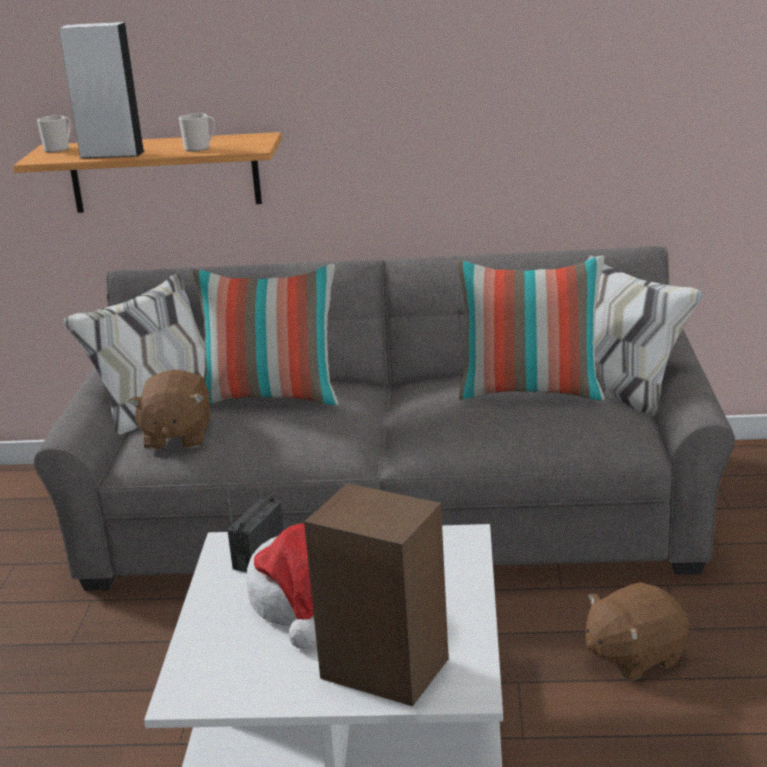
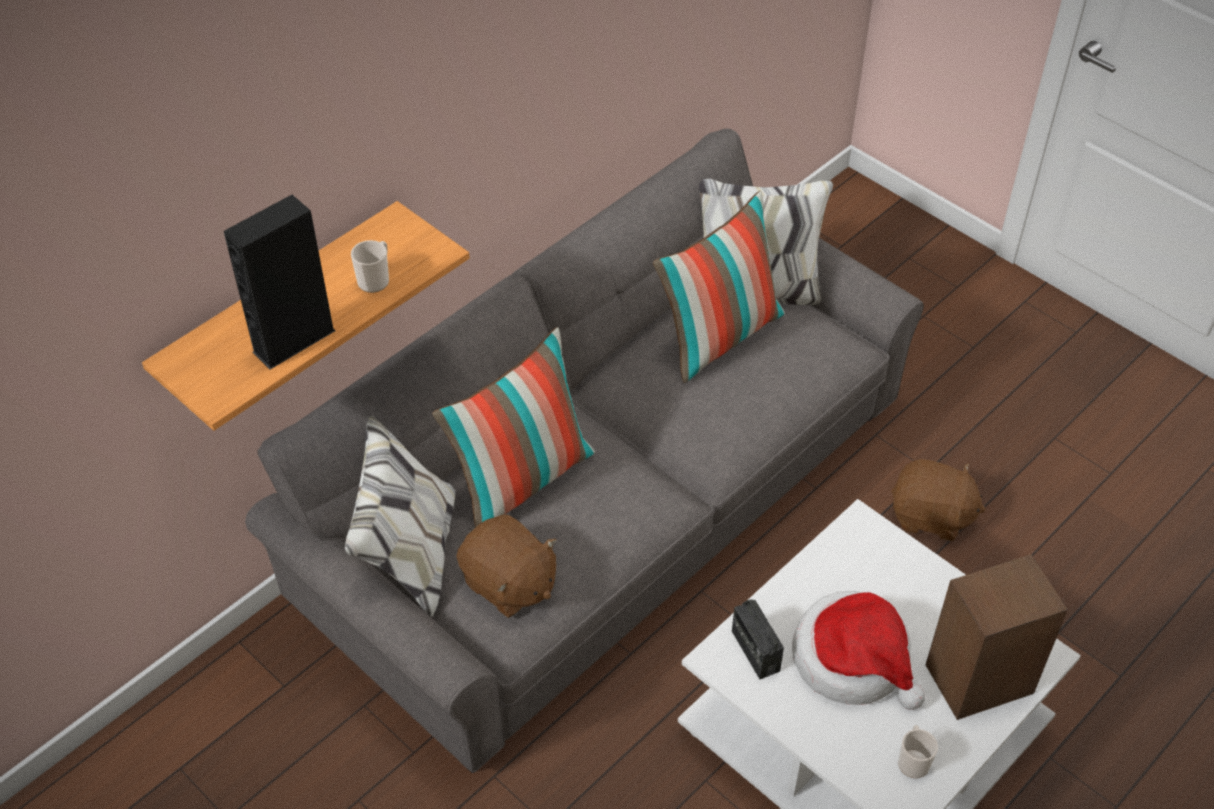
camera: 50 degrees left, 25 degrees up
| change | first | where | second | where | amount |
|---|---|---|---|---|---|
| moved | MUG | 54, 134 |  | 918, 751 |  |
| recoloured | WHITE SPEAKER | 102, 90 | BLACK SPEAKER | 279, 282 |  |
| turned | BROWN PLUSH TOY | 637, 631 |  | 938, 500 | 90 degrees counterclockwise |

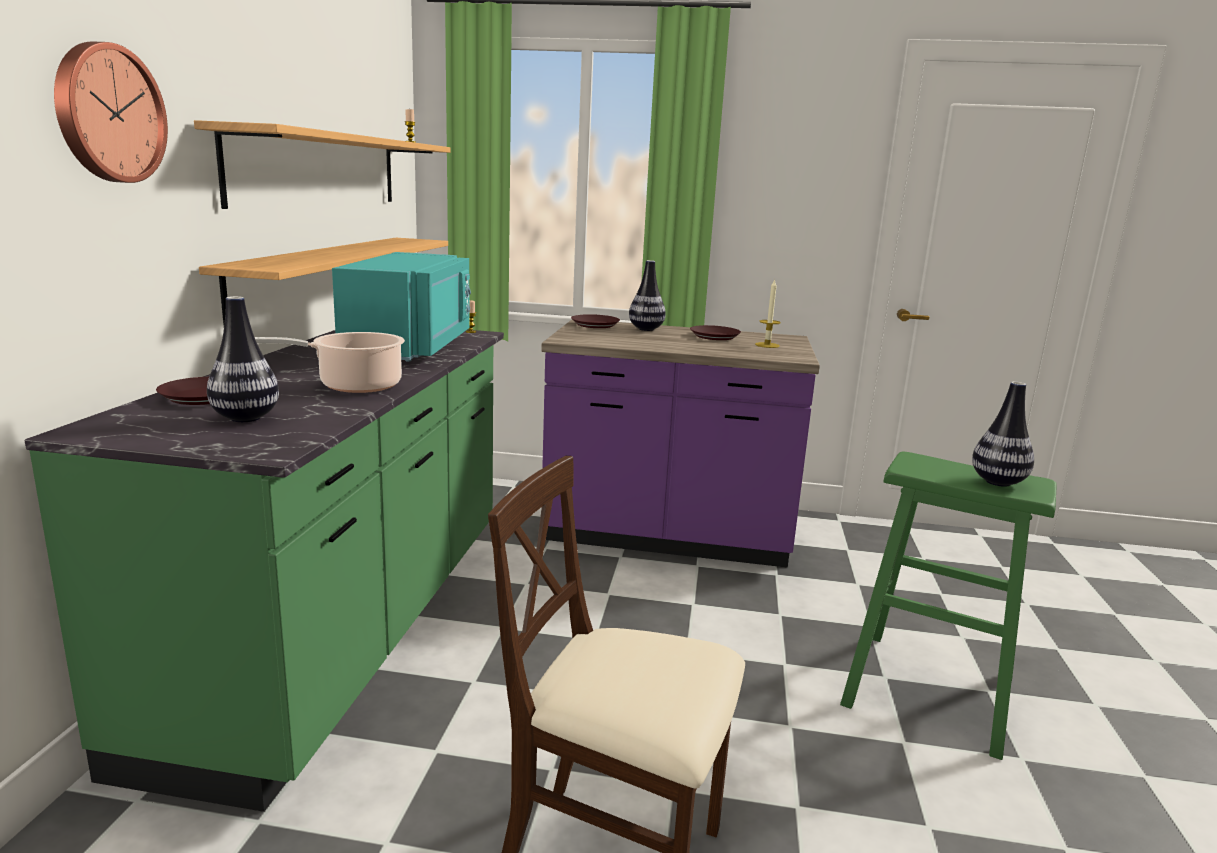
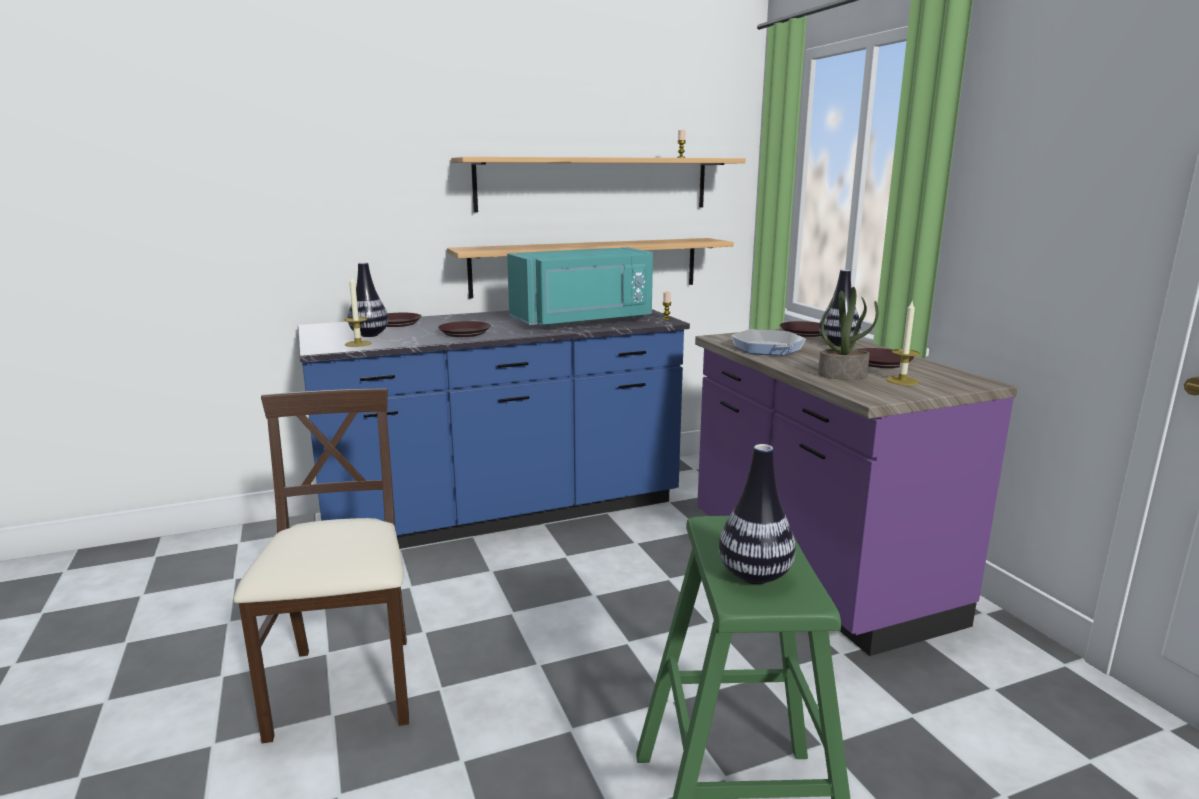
camera: 60 degrees right, 0 degrees up
| change | first | where | second | where | amount |
|---|---|---|---|---|---|
| removed | WALL CLOCK | 111, 112 |  |  |  |
| added |  |  | CANDLE | 358, 311 |  |
| added |  |  | FRYING PAN | 768, 342 |  |
| added |  |  | POTTED PLANT | 848, 333 |  |
| replaced | COOKING POT | 330, 362 | BROWN PLATE | 464, 329 |  |
| recoloured | GREEN COUNTER | 264, 571 | BLUE COUNTER | 494, 429 |  |

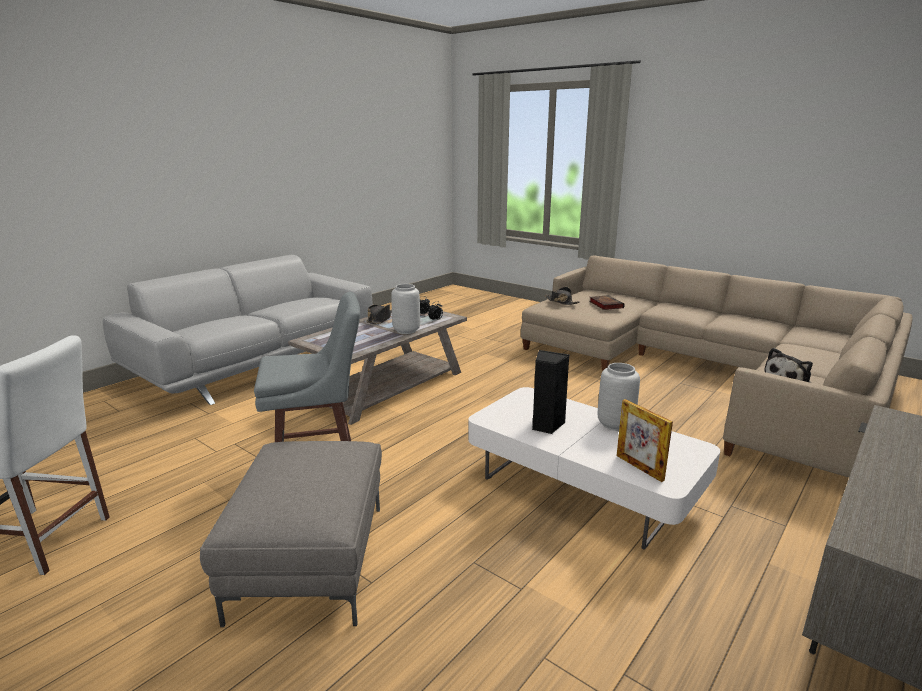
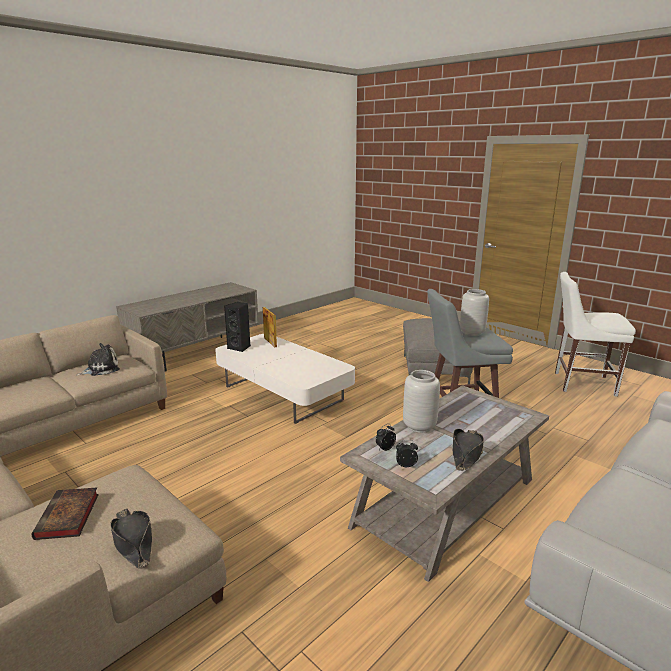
camera: 175 degrees left, 0 degrees up
| change | first | where | second | where | amount |
|---|---|---|---|---|---|
| moved | BLACK SPEAKER | 551, 392 |  | 237, 327 |  |
| moved | GREY VASE | 619, 397 |  | 474, 312 |  |

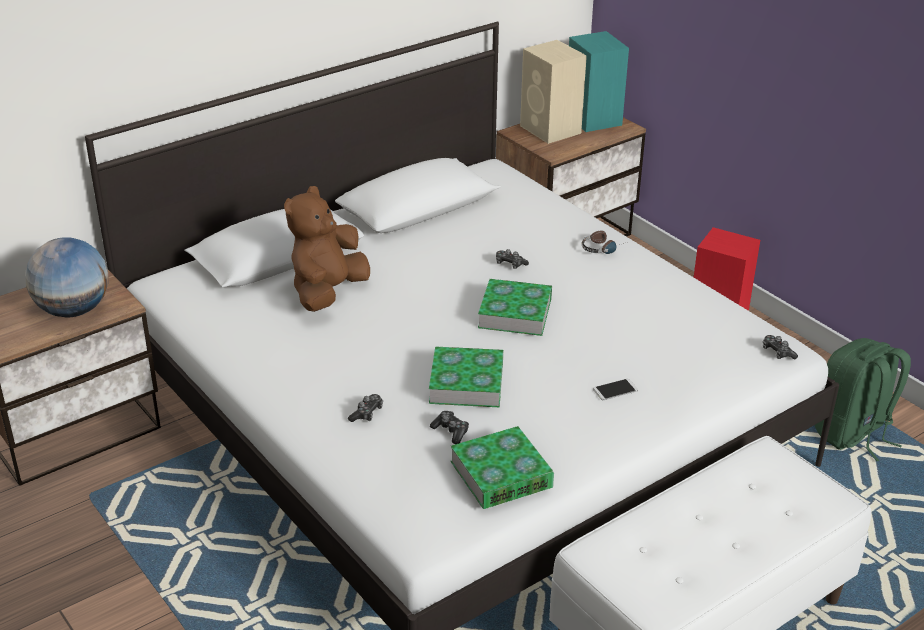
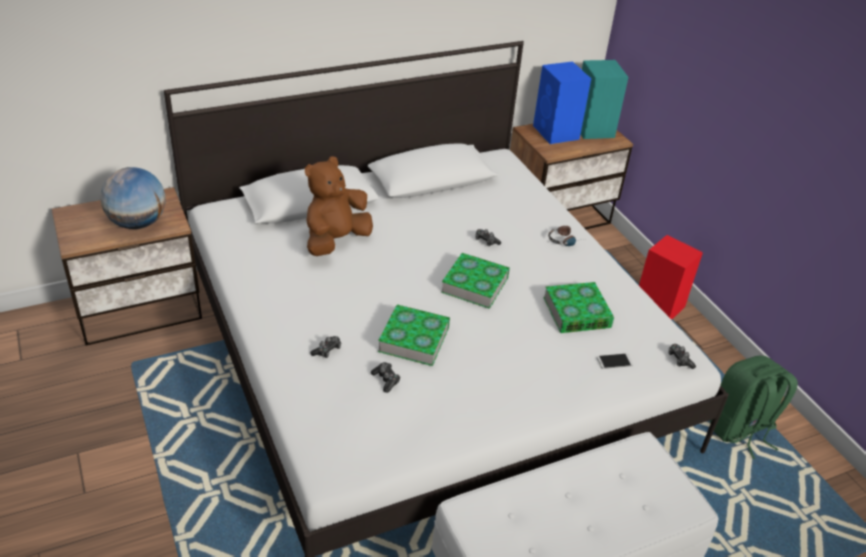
camera: 10 degrees right, 5 degrees up
| change | first | where | second | where | amount |
|---|---|---|---|---|---|
| moved | BOOK | 502, 467 |  | 578, 307 |  |
| moved | PHONE | 615, 389 |  | 615, 361 |  |
| recoloured | BEIGE SPEAKER | 553, 92 | BLUE SPEAKER | 562, 102 |  |

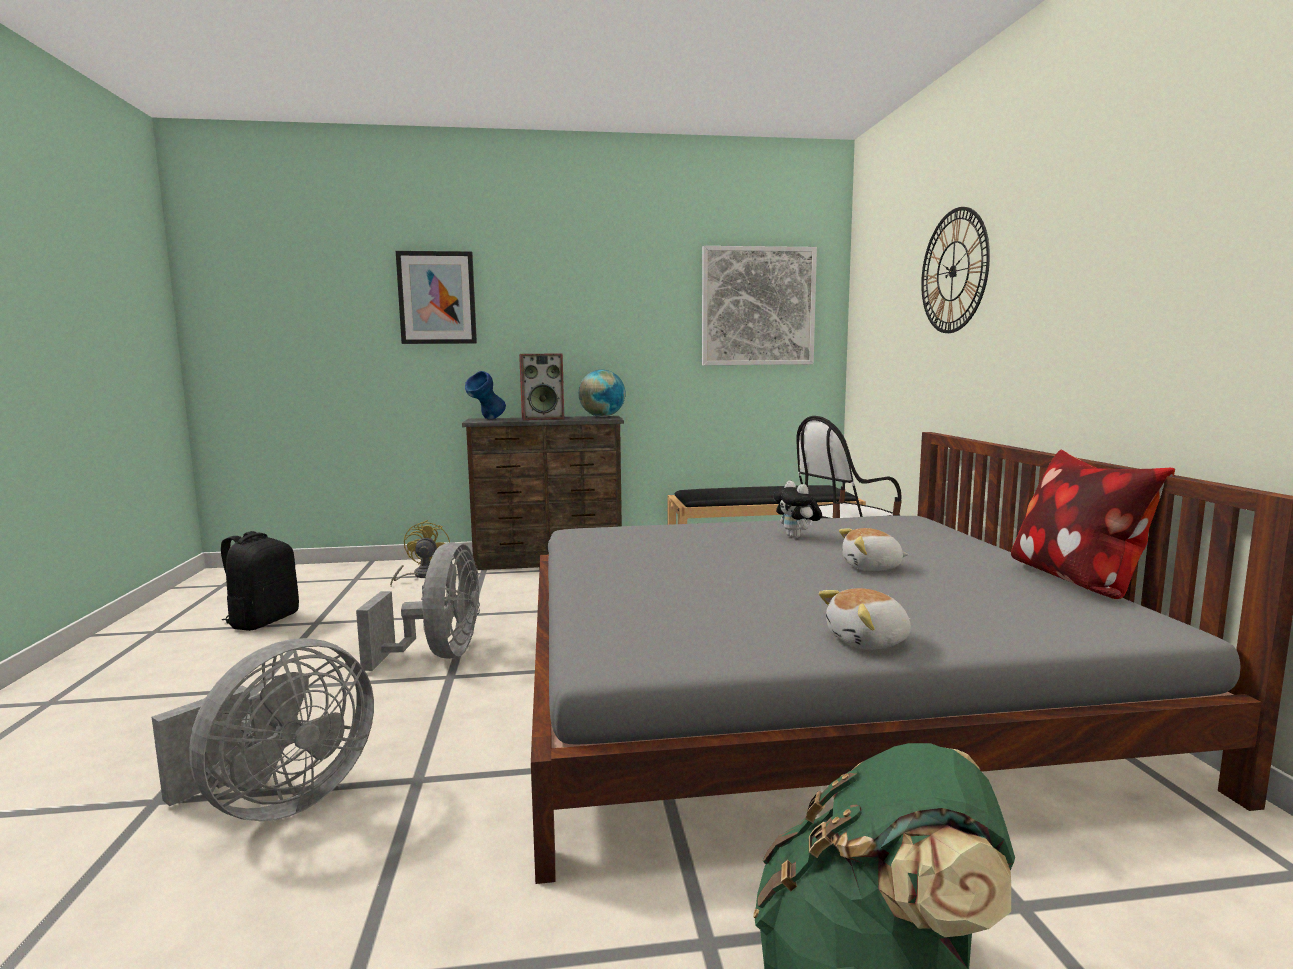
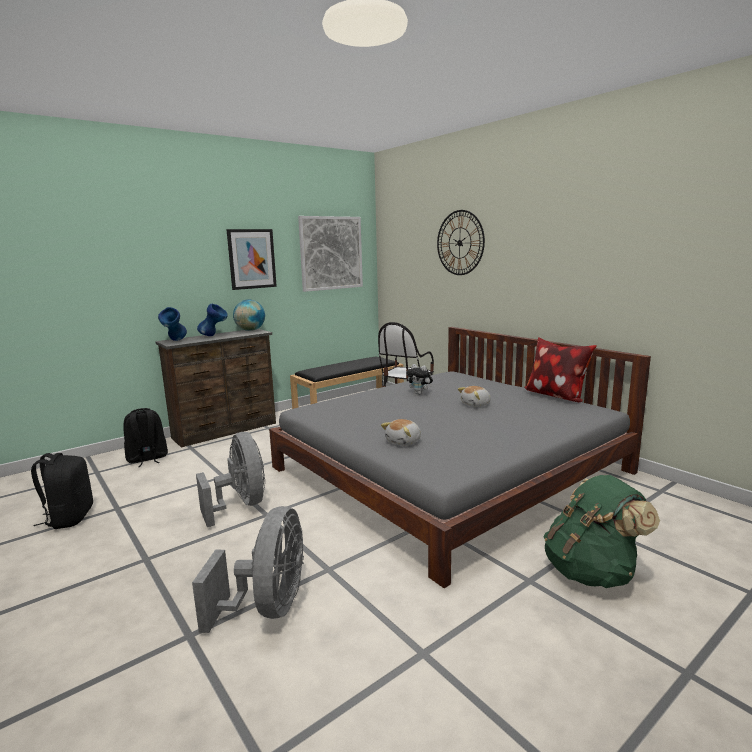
camera: 30 degrees left, 5 degrees up
| change | first | where | second | where | amount |
|---|---|---|---|---|---|
| moved | PICTURE | 436, 297 |  | 251, 259 |  |
| moved | PLUSH TOY | 865, 619 |  | 401, 432 |  |
| replaced | YELLOW FAN | 420, 552 | BLACK BACKPACK | 145, 437 |  |
| replaced | SPEAKER | 541, 387 | BLUE VASE | 212, 320 |  |

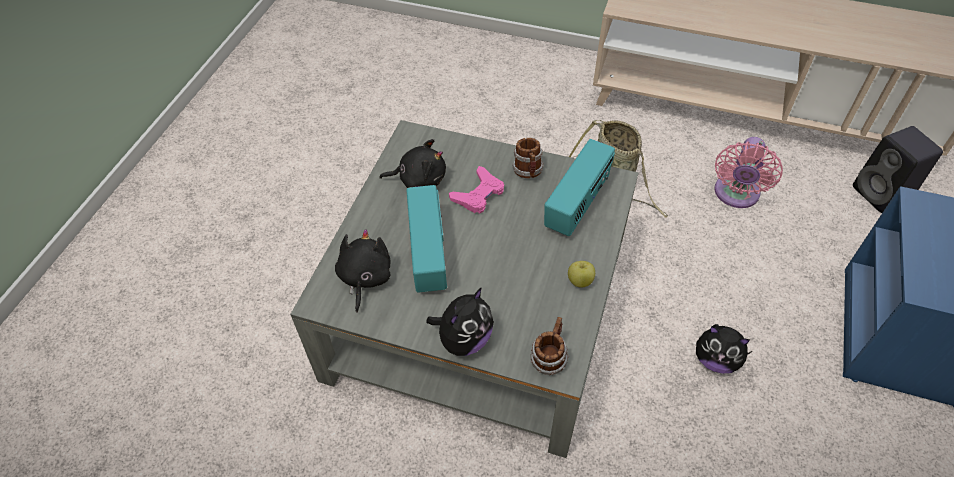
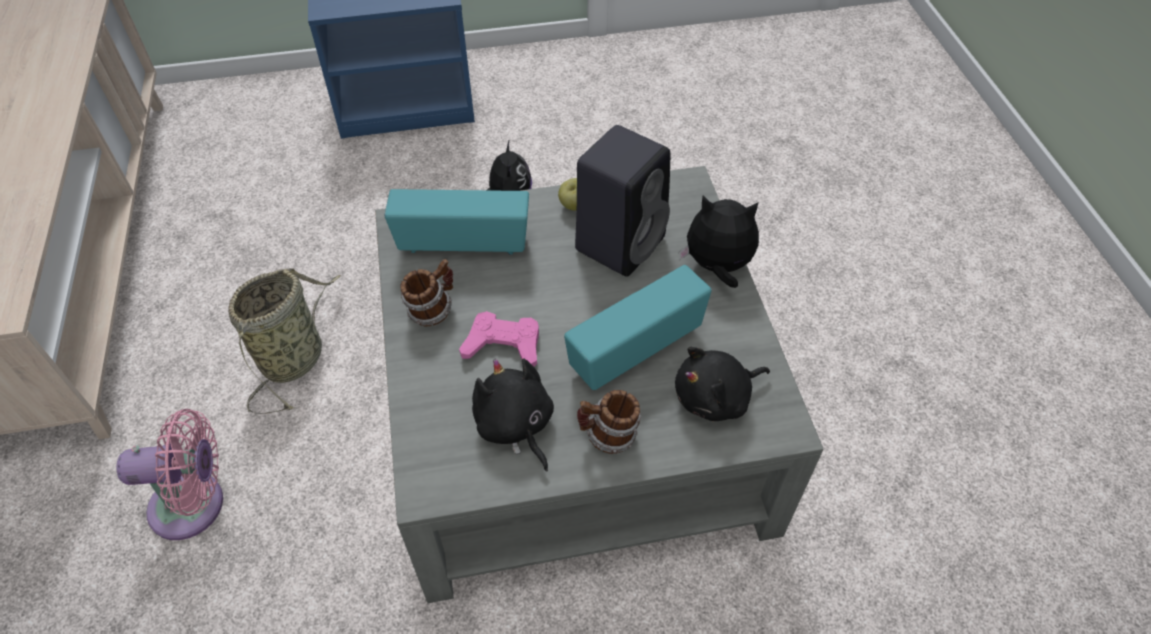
camera: 120 degrees left, 0 degrees up
| change | first | where | second | where | amount |
|---|---|---|---|---|---|
| moved | MUG | 550, 346 |  | 609, 422 |  |
| moved | PINK FAN | 748, 172 |  | 169, 474 |  |
| moved | BLACK SPEAKER | 898, 169 |  | 622, 201 |  |

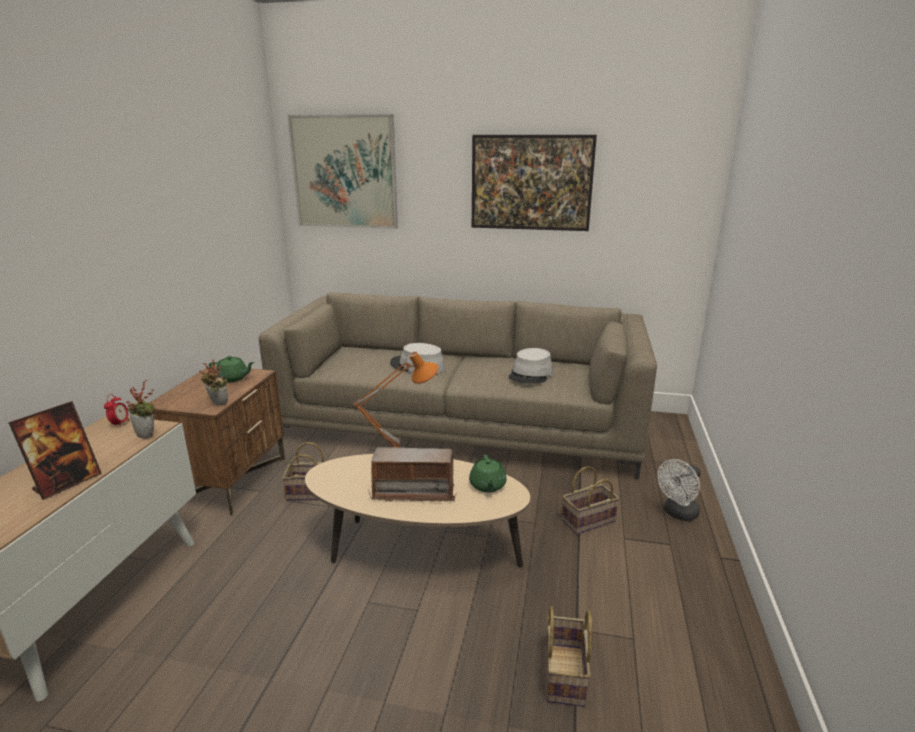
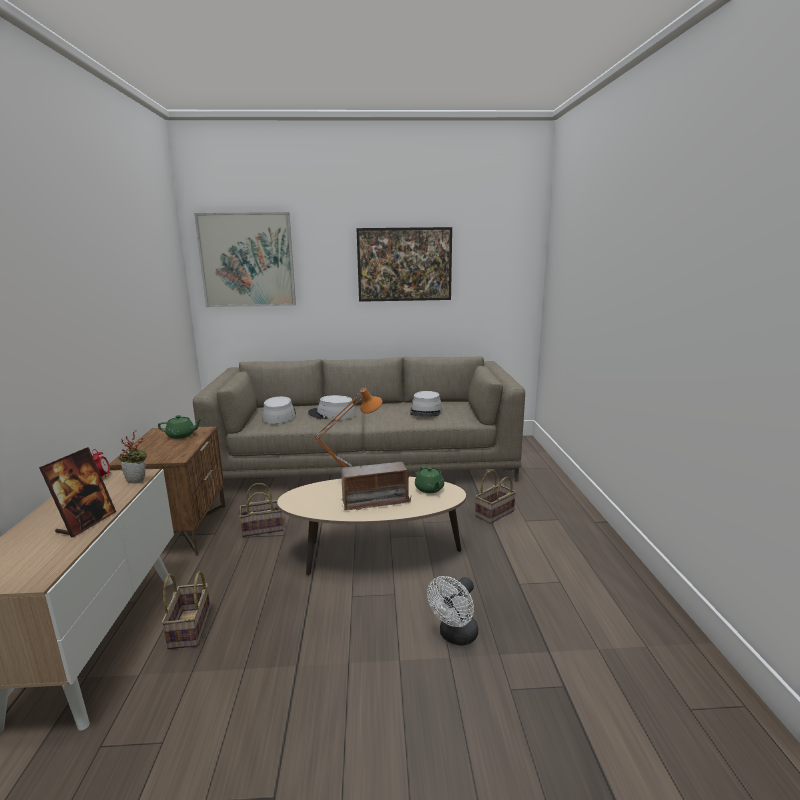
camera: 15 degrees left, 5 degrees down
| change | first | where | second | where | amount |
|---|---|---|---|---|---|
| removed | POTTED PLANT | 213, 382 |  |  |  |
| added |  |  | GREY HAT | 279, 410 |  |
| moved | BASKET | 569, 656 |  | 186, 610 |  |
| moved | WHITE FAN | 679, 490 |  | 452, 611 |  |

